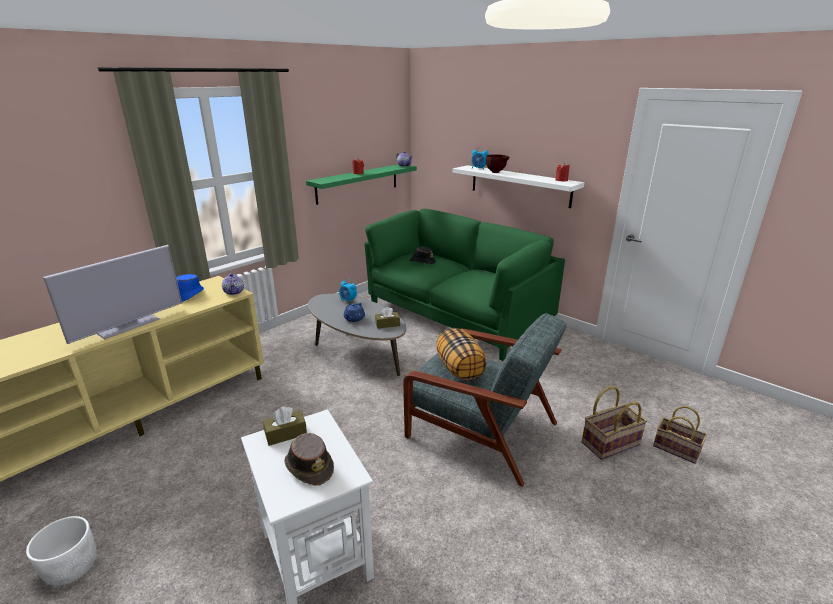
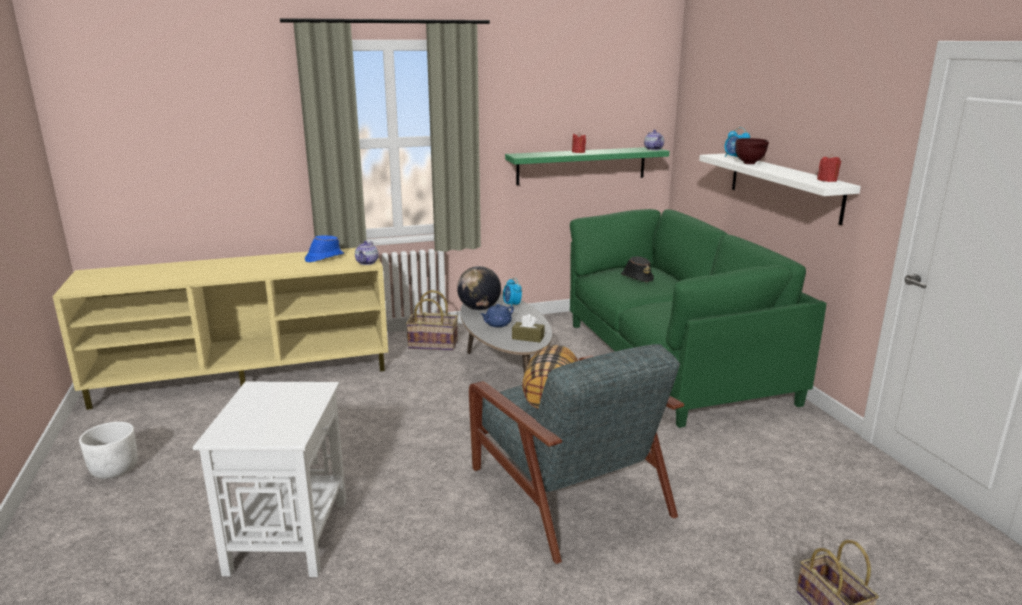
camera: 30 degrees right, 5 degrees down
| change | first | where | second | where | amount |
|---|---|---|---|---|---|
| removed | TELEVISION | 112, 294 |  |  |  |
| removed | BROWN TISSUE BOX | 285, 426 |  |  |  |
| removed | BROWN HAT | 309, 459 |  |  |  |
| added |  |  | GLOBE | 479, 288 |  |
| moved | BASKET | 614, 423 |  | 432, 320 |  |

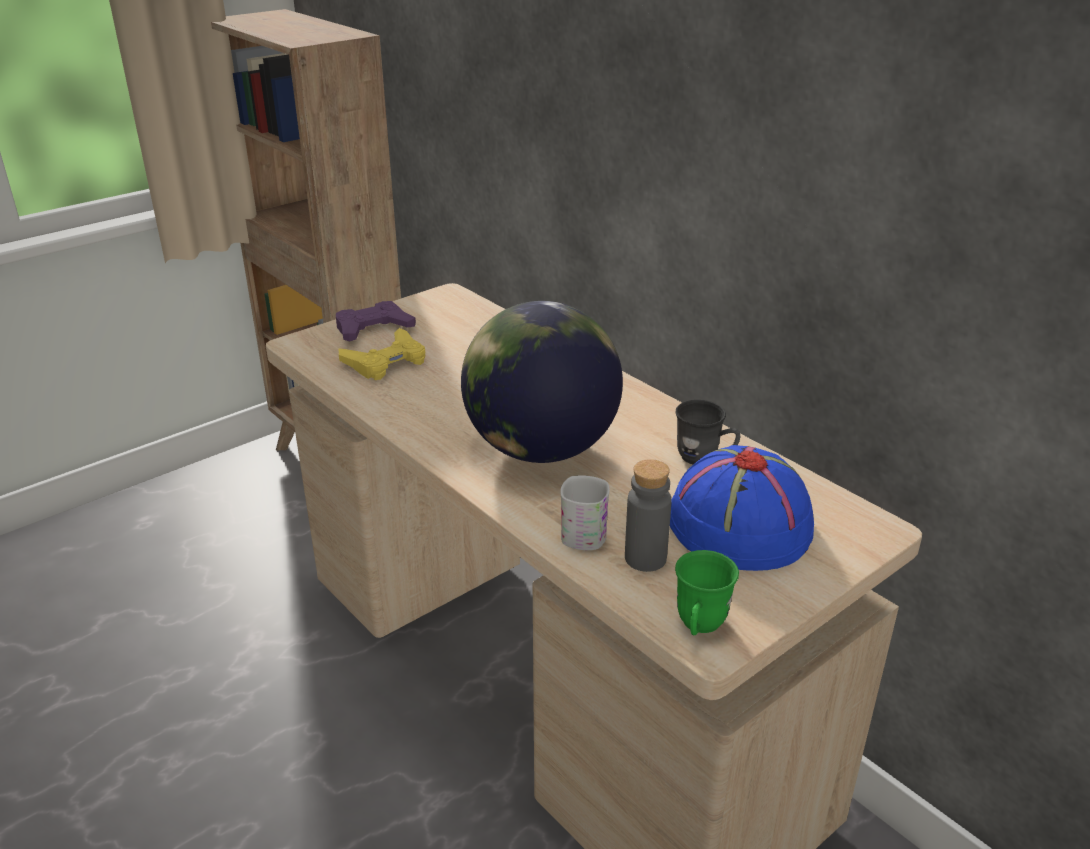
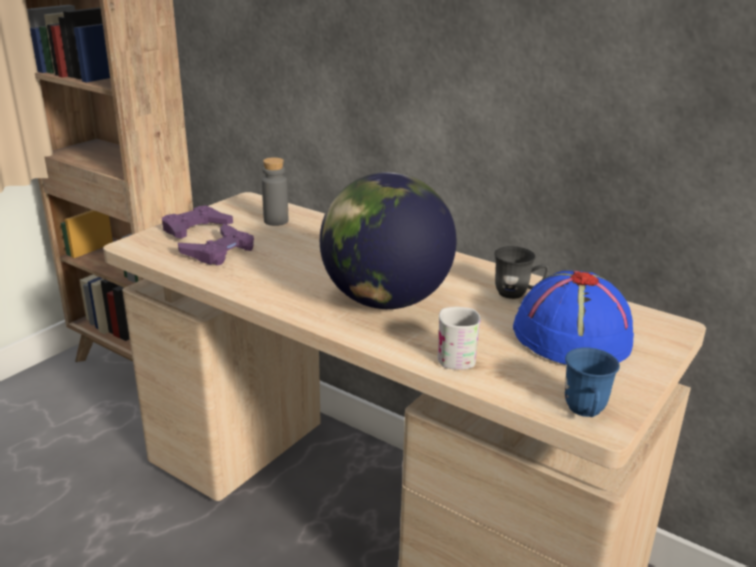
camera: 15 degrees left, 5 degrees down
| change | first | where | second | where | amount |
|---|---|---|---|---|---|
| moved | GREY BOTTLE | 648, 515 |  | 275, 191 |  |
| recoloured | YELLOW GAME CONTROLLER | 382, 354 | PURPLE GAME CONTROLLER | 216, 245 |  |
| recoloured | GREEN MUG | 707, 593 | BLUE MUG | 592, 382 |  |

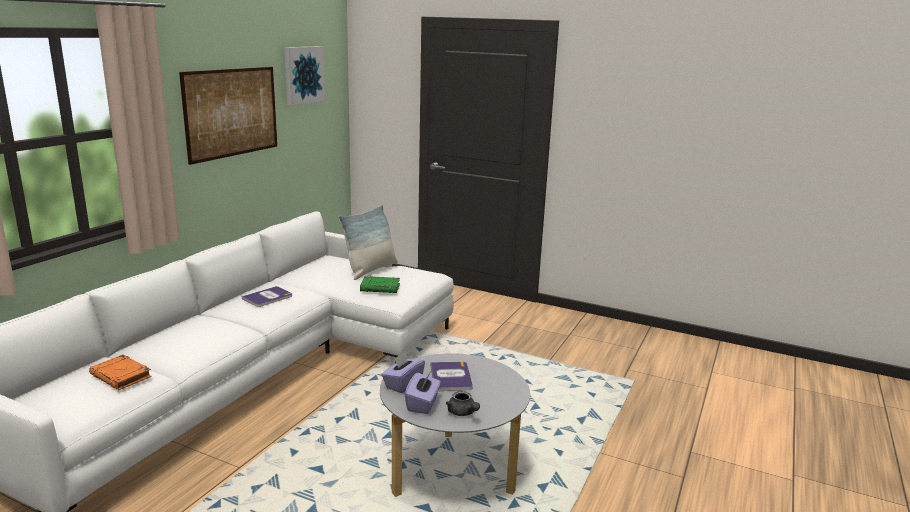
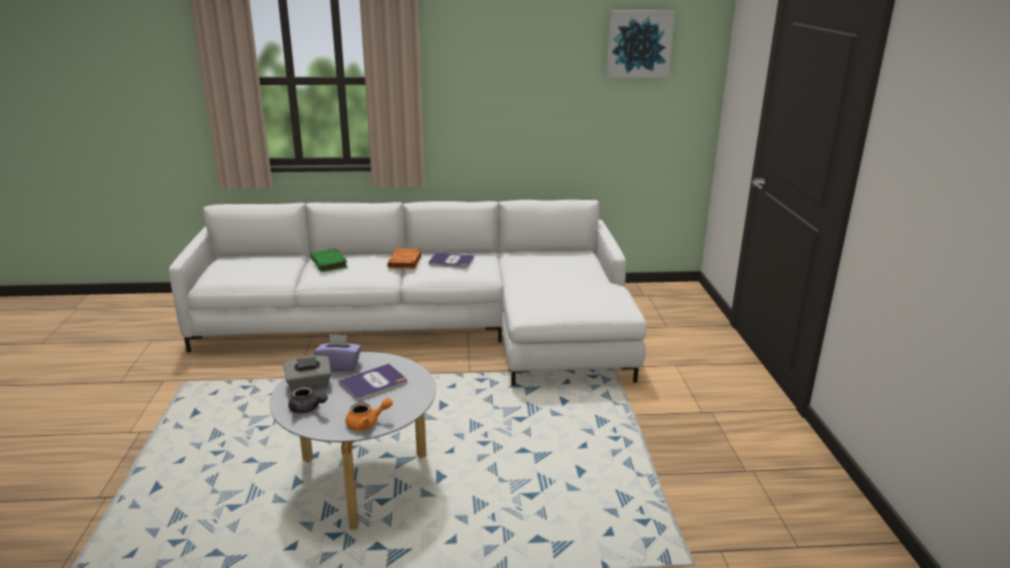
camera: 60 degrees right, 5 degrees up
| change | first | where | second | where | amount |
|---|---|---|---|---|---|
| removed | PICTURE | 228, 116 |  |  |  |
| removed | PILLOW | 368, 242 |  |  |  |
| added |  |  | ORANGE TEAPOT | 369, 414 |  |
| moved | ORANGE BOOK | 120, 372 |  | 404, 258 |  |
| moved | GREEN BOOK | 380, 284 |  | 329, 260 |  |
| recoloured | PURPLE TISSUE BOX | 423, 393 | GREY TISSUE BOX | 307, 373 |  |
| turned | GREY TEAPOT | 463, 403 |  | 308, 400 | 90 degrees counterclockwise |

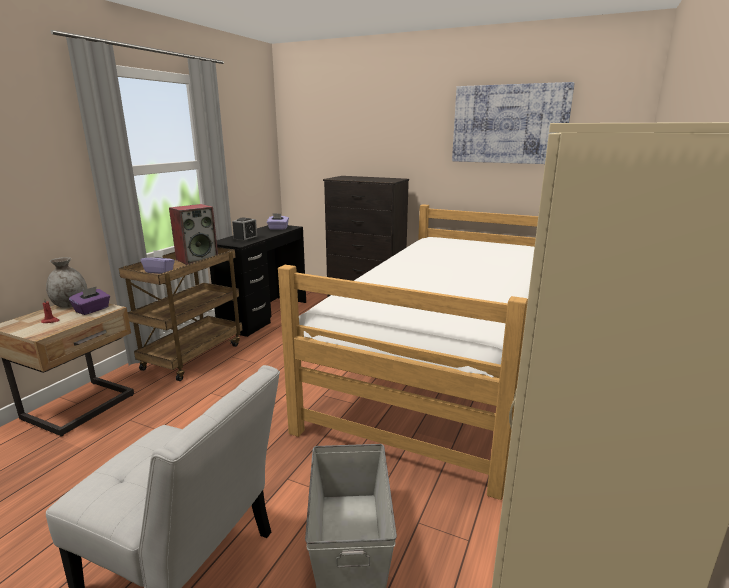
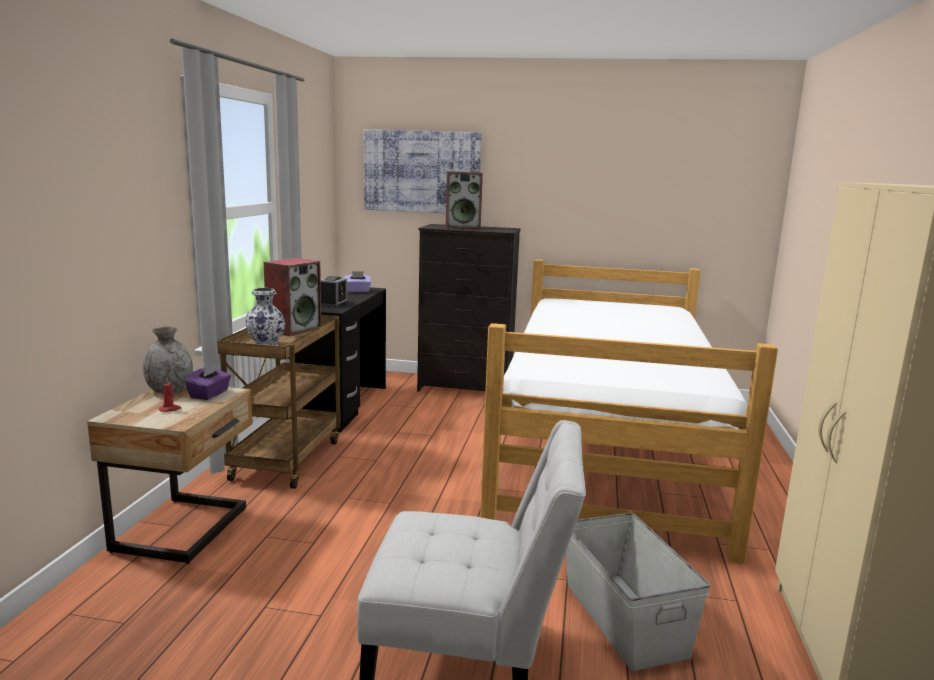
camera: 15 degrees left, 5 degrees down
| change | first | where | second | where | amount |
|---|---|---|---|---|---|
| added |  |  | SPEAKER | 464, 200 |  |
| moved | PICTURE | 513, 123 |  | 422, 171 |  |
| replaced | PURPLE TISSUE BOX | 158, 262 | VASE | 265, 317 |  |

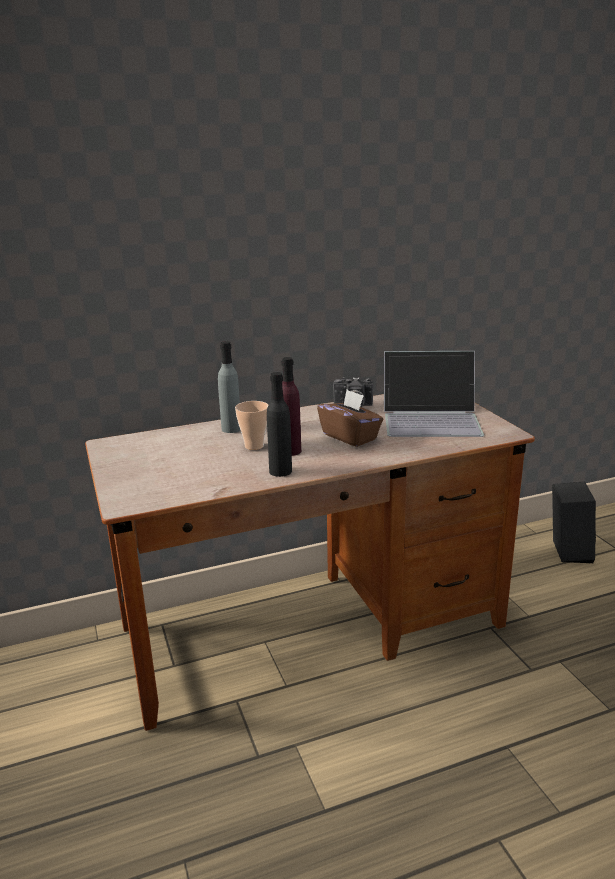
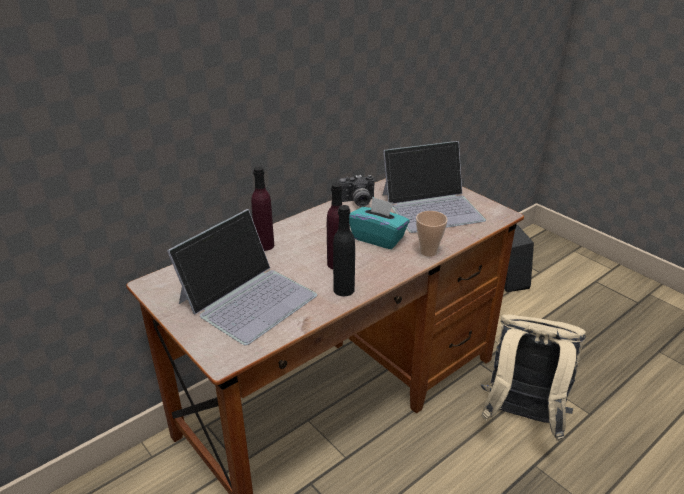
camera: 20 degrees left, 10 degrees up
| change | first | where | second | where | amount |
|---|---|---|---|---|---|
| added |  |  | LAPTOP | 242, 277 |  |
| added |  |  | BEIGE BACKPACK | 533, 377 |  |
| moved | CUP | 251, 425 |  | 432, 234 |  |
| recoloured | GREY BOTTLE | 229, 387 | PURPLE BOTTLE | 262, 208 |  |
| recoloured | BROWN TISSUE BOX | 350, 418 | TURQUOISE TISSUE BOX | 379, 223 |  |

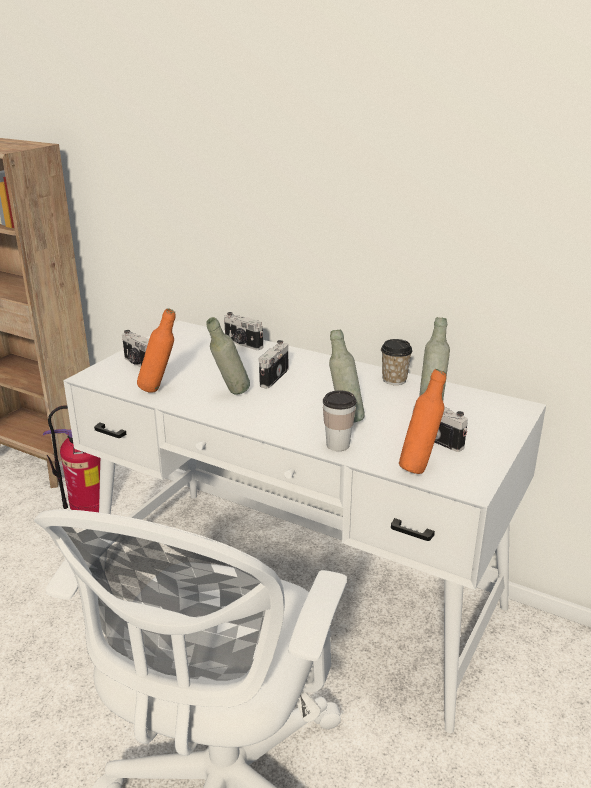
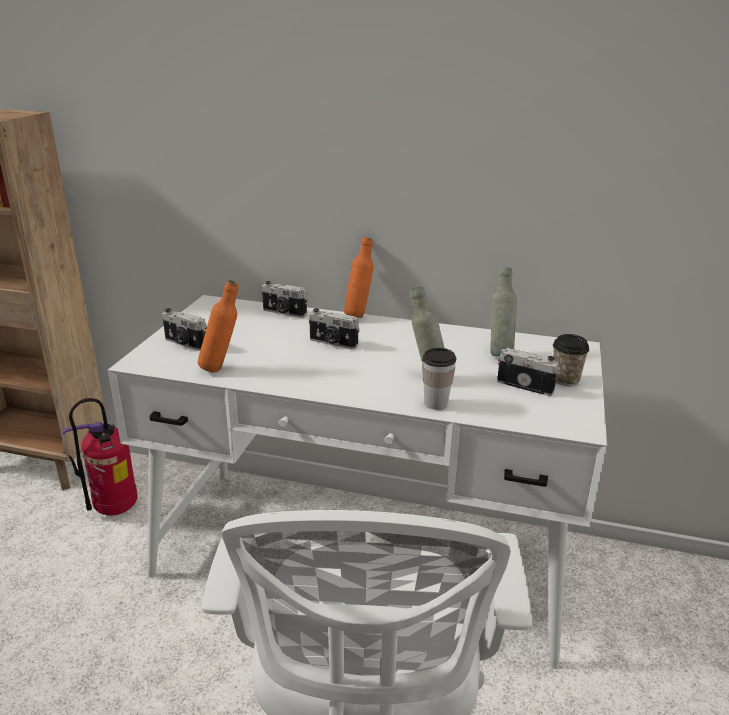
camera: 15 degrees left, 0 degrees up
| change | first | where | second | where | amount |
|---|---|---|---|---|---|
| removed | GREY BOTTLE | 228, 356 |  |  |  |
| moved | CUP | 397, 362 |  | 571, 360 |  |
| moved | ORANGE BOTTLE | 422, 421 |  | 359, 277 |  |
| turned | PHOTO CAMERA | 273, 364 |  | 334, 328 | 75 degrees counterclockwise |

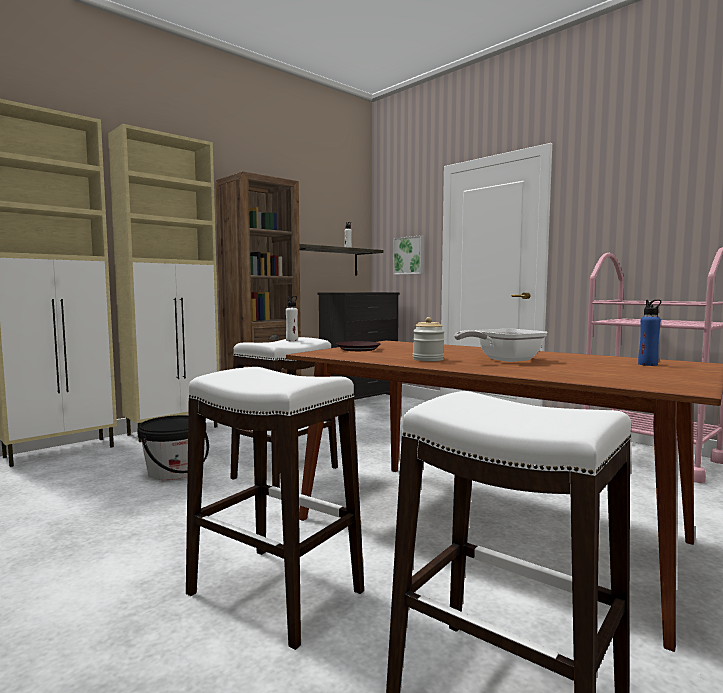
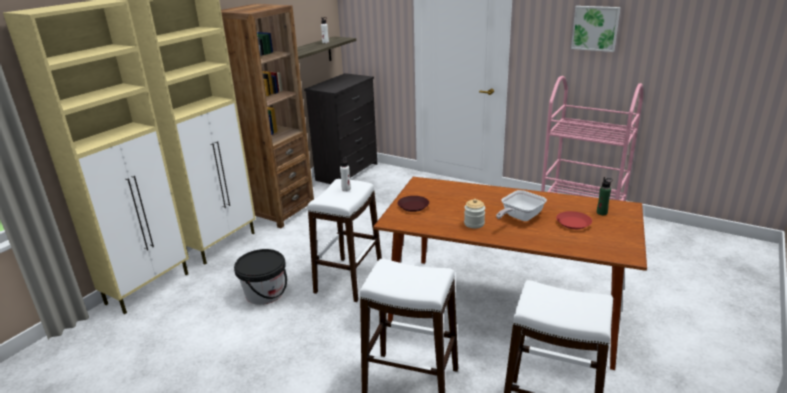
camera: 15 degrees left, 20 degrees up
| change | first | where | second | where | amount |
|---|---|---|---|---|---|
| added |  |  | RED PLATE | 574, 220 |  |
| moved | PICTURE | 408, 255 |  | 596, 29 |  |
| recoloured | BLUE BOTTLE | 649, 333 | GREEN BOTTLE | 605, 196 |  |

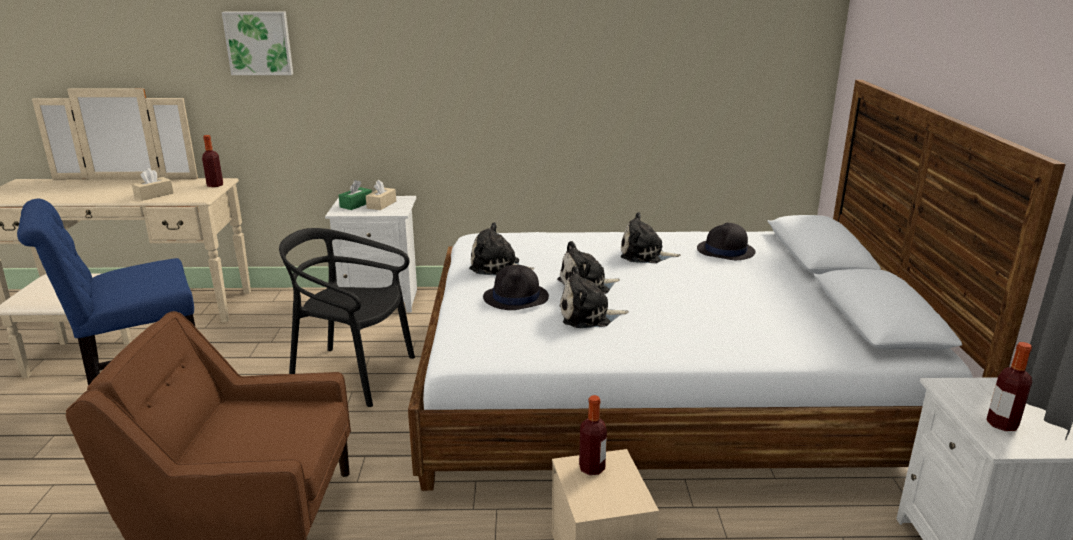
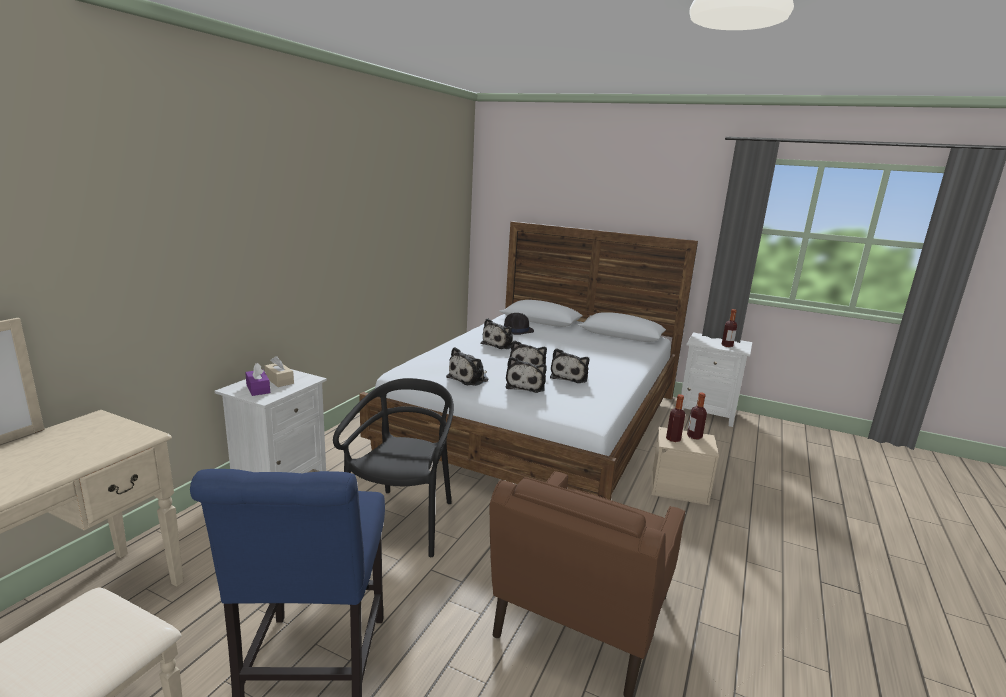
camera: 65 degrees left, 5 degrees down
| change | first | where | second | where | amount |
|---|---|---|---|---|---|
| removed | BEIGE TISSUE BOX | 153, 184 |  |  |  |
| removed | PICTURE | 257, 43 |  |  |  |
| moved | BOTTLE | 212, 161 |  | 697, 416 |  |
| replaced | BLACK HAT | 516, 287 | PLUSH TOY | 526, 375 |  |
| recoloured | GREEN TISSUE BOX | 355, 195 | PURPLE TISSUE BOX | 257, 379 |  |
| turned | BLACK CHAIR | 347, 317 |  | 393, 467 | 150 degrees clockwise |

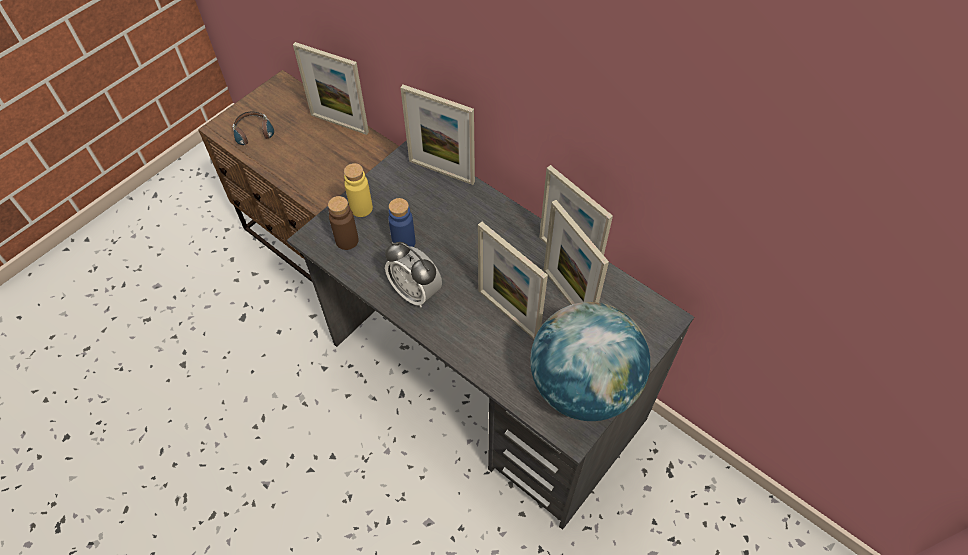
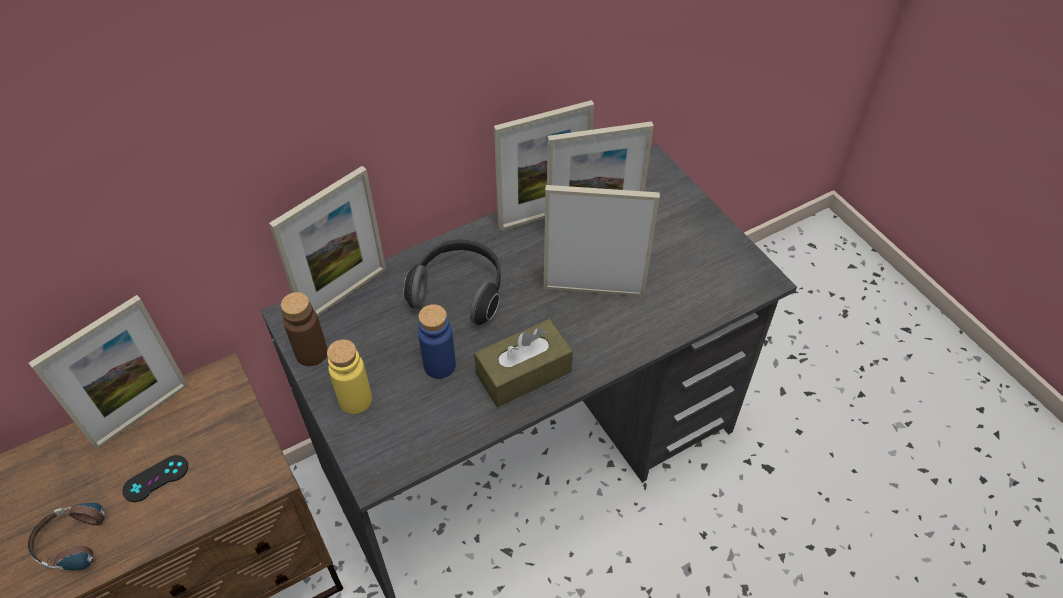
camera: 70 degrees left, 5 degrees down
| change | first | where | second | where | amount |
|---|---|---|---|---|---|
| removed | GLOBE | 590, 361 |  |  |  |
| added |  |  | BLACK GAME CONTROLLER | 155, 478 |  |
| added |  |  | HEADPHONES | 452, 282 |  |
| moved | BROWN BOTTLE | 343, 223 |  | 304, 329 |  |
| replaced | ALARM CLOCK | 413, 274 | BROWN TISSUE BOX | 523, 363 |  |
| turned | PICTURE FRAME | 513, 280 |  | 602, 241 | 150 degrees counterclockwise |

